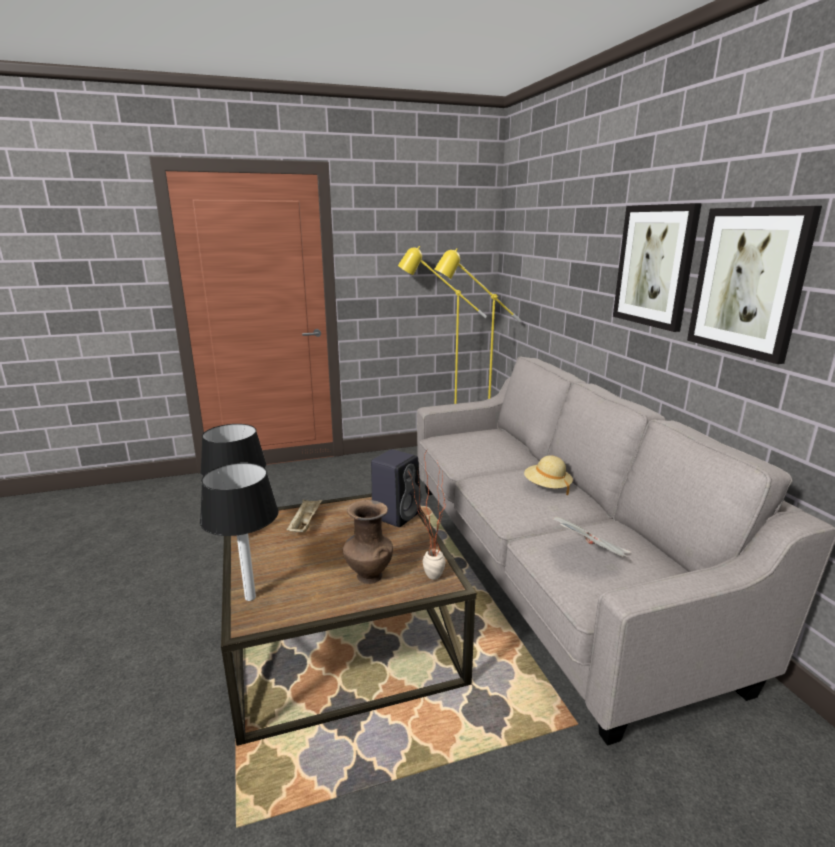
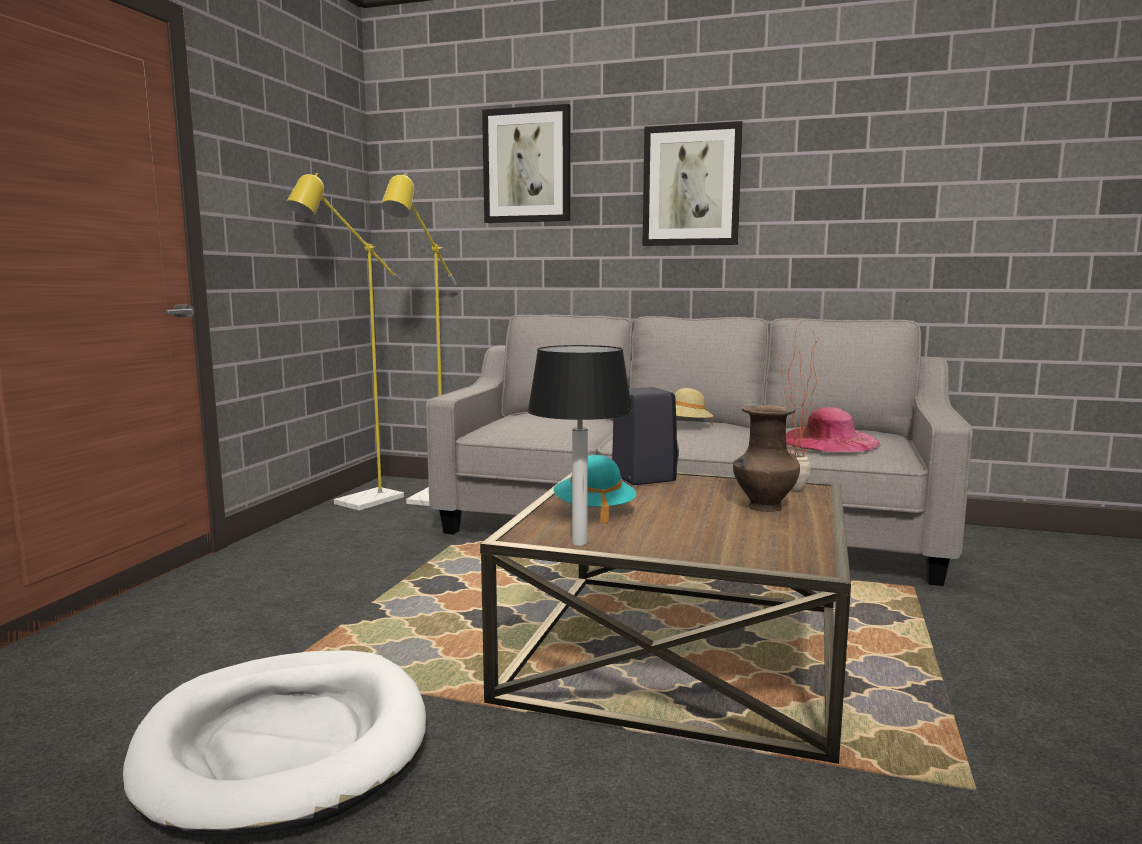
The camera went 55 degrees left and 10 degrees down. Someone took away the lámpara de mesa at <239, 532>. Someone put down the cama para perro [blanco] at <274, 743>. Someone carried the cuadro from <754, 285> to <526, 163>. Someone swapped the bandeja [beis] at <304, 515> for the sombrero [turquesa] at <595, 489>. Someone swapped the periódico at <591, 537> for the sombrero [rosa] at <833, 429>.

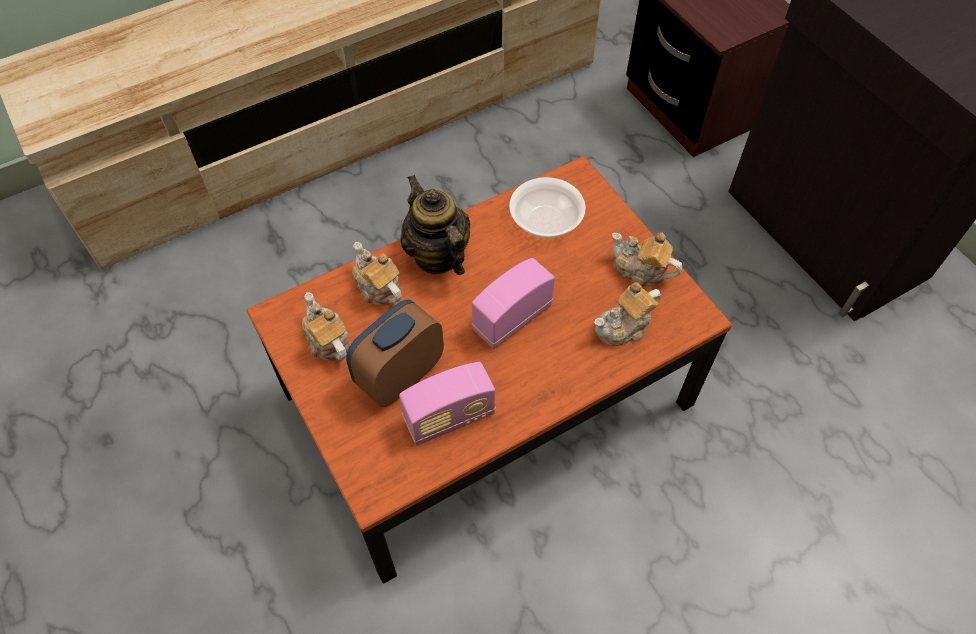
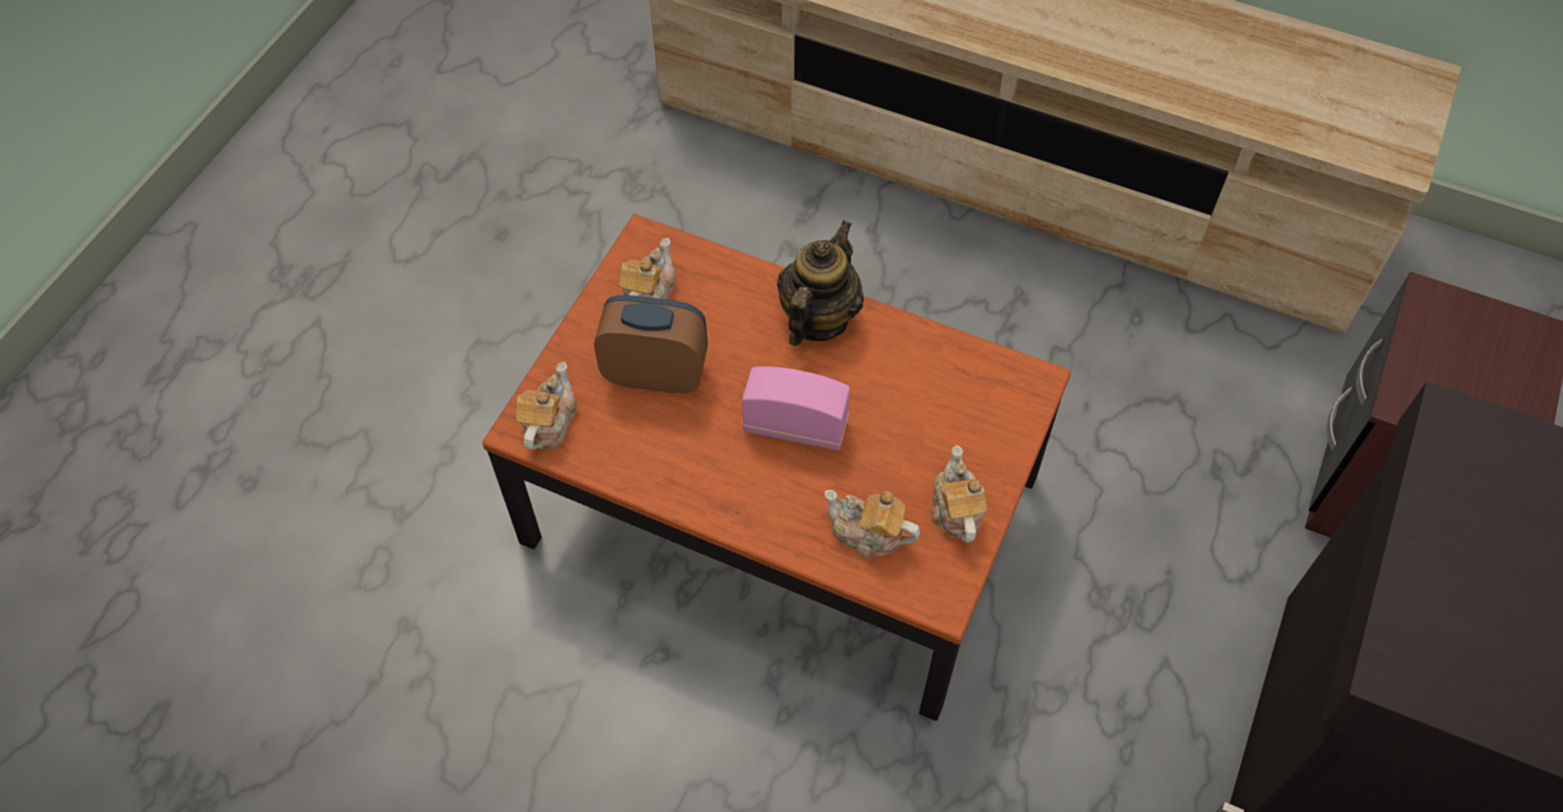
The camera went 55 degrees right and 0 degrees up. Someone took away the radio at <447, 404>. Someone took away the cuenco at <547, 207>. Someone carried the tetera from <377, 274> to <546, 406>.

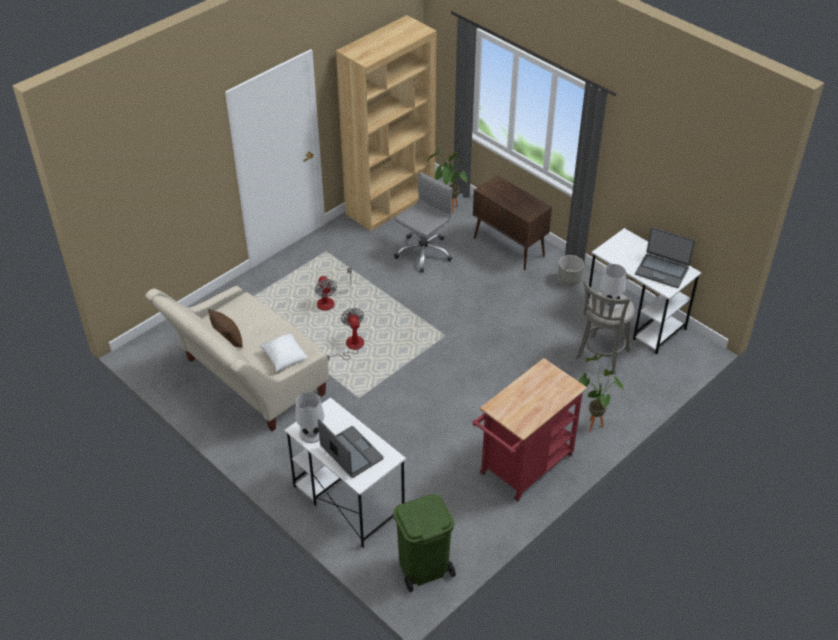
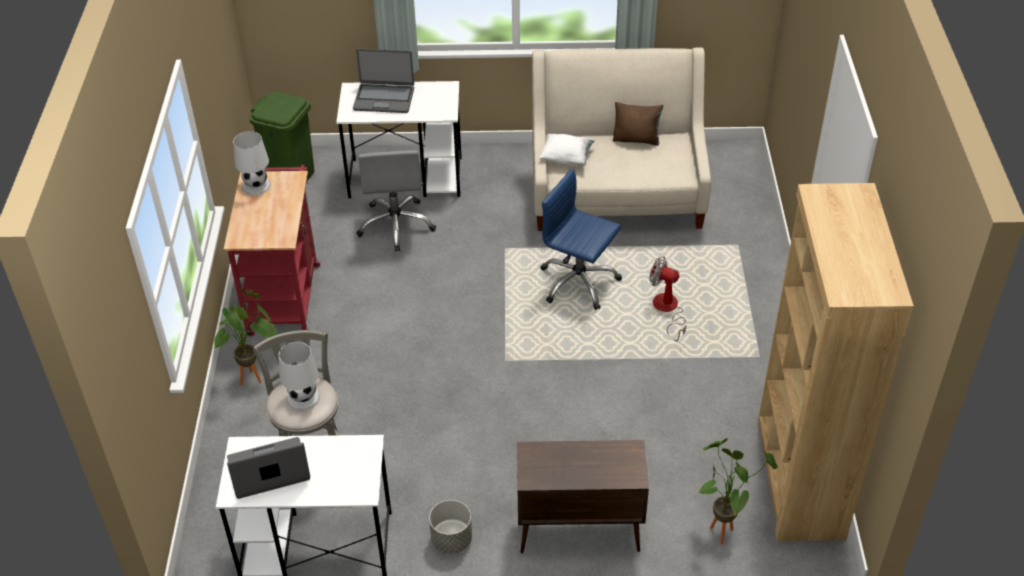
The camera went 135 degrees right and 0 degrees up. Someone carried the lámpara de mesa [blanco] from <309, 417> to <252, 163>. Someone carried the silla de oficina [gris] from <423, 222> to <396, 201>. Someone swapped the ventilador at <345, 334> for the silla de oficina [azul] at <581, 239>.

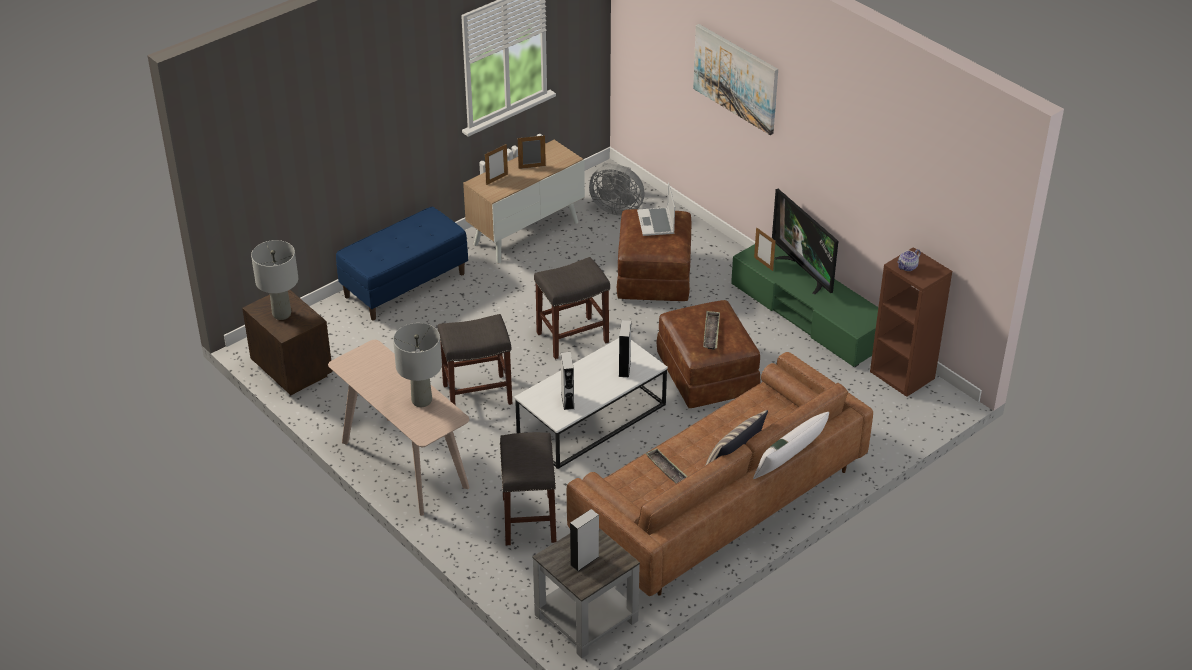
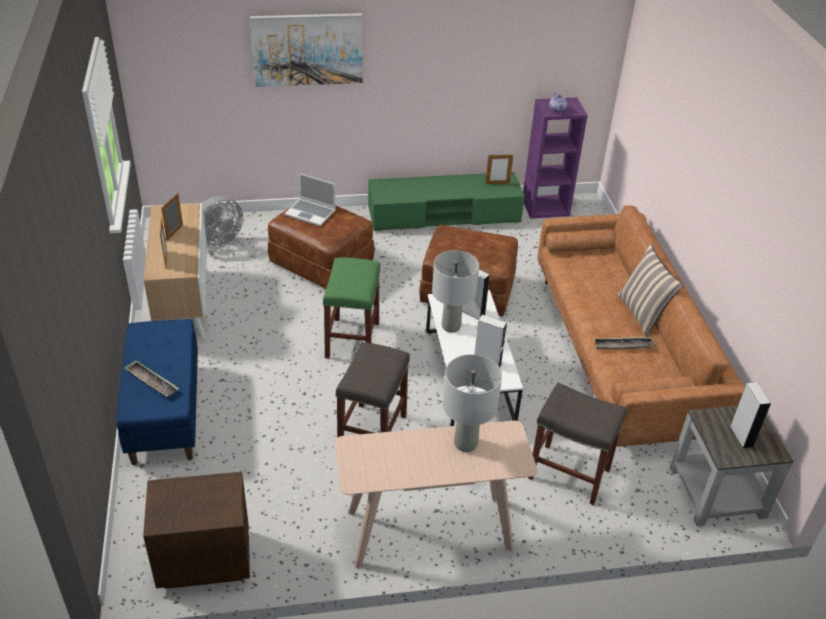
The camera went 60 degrees left and 0 degrees up. Someone took away the cojín [blanco] at <791, 445>. Someone took away the televisor at <805, 242>. Someone carried the lámpara de mesa [gris] from <274, 280> to <455, 291>. Someone carried the bandeja from <711, 330> to <152, 379>. Someone carried the portarretratos from <765, 249> to <499, 169>. Someone repainted the taburete [gris] at <572, 308>, which became the taburete [verde] at <352, 308>. Someone repainted the estantería [marrón] at <911, 322>, which became the estantería [morado] at <555, 158>.

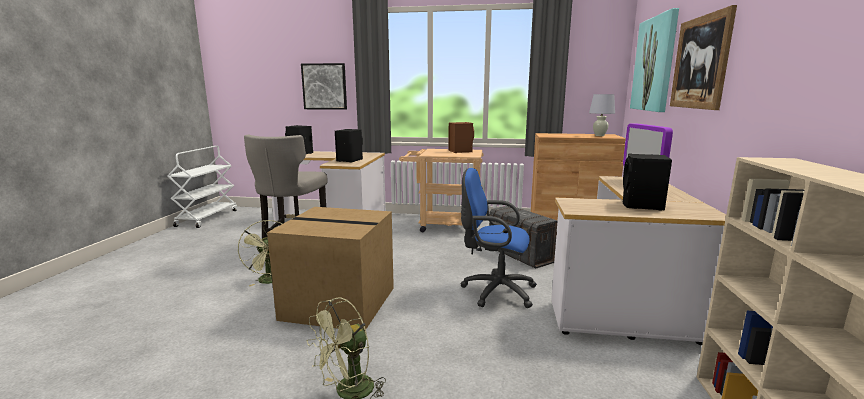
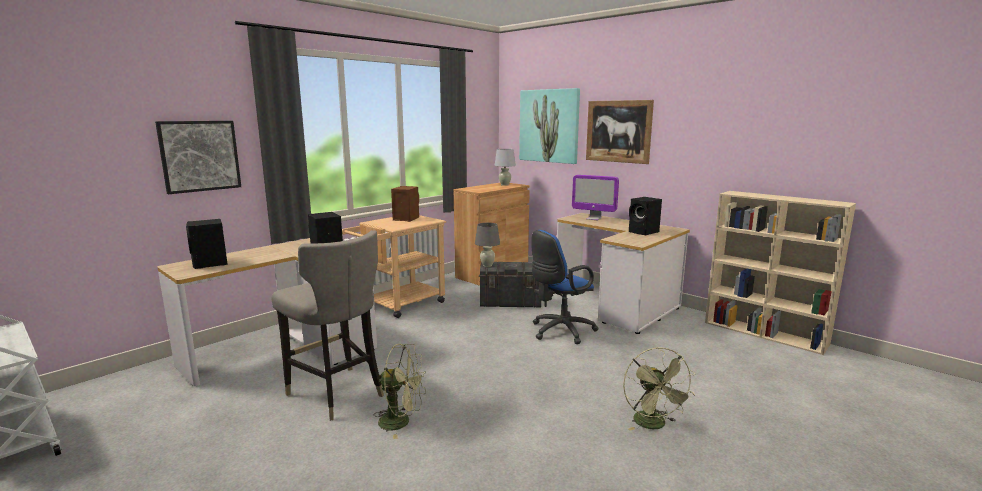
The camera went 55 degrees left and 0 degrees up. Someone took away the caja de cartón at <330, 268>. Someone put down the lámpara de mesa [gris] at <487, 245>.

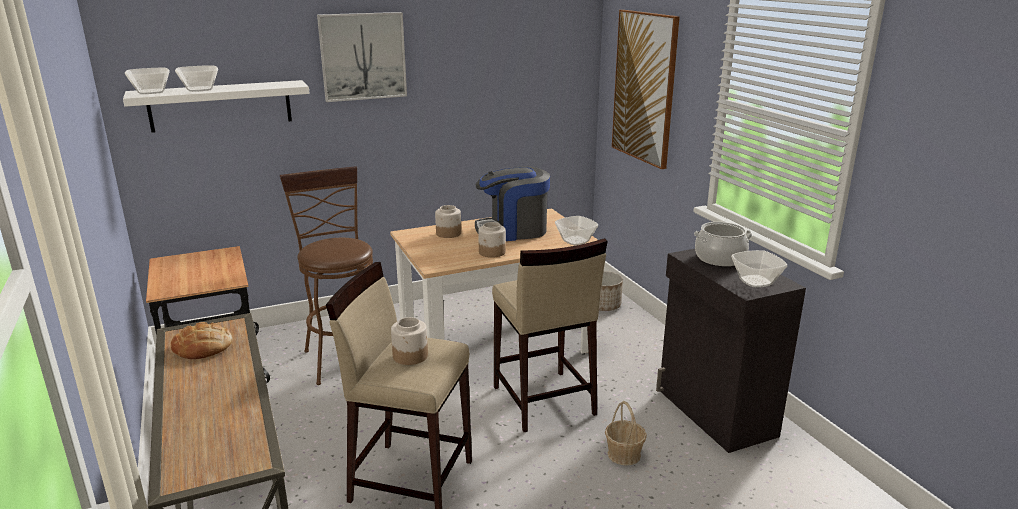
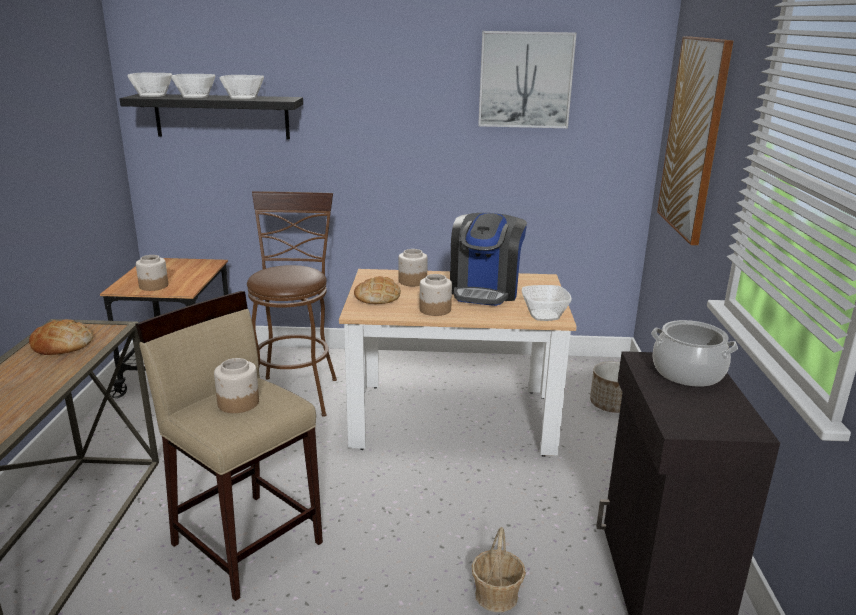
The camera went 25 degrees right and 0 degrees up. Someone took away the taburete [beis] at <550, 335>. Someone put down the tarro at <152, 273>. Someone put down the pan at <377, 290>. Someone carried the cuadro from <362, 57> to <527, 79>. Someone carried the cuenco from <759, 268> to <242, 87>. Someone repainted the estante [blanco] at <216, 106>, which became the estante [negro] at <211, 116>. Someone rotated the cafetera at <512, 203> by 90 degrees counterclockwise.

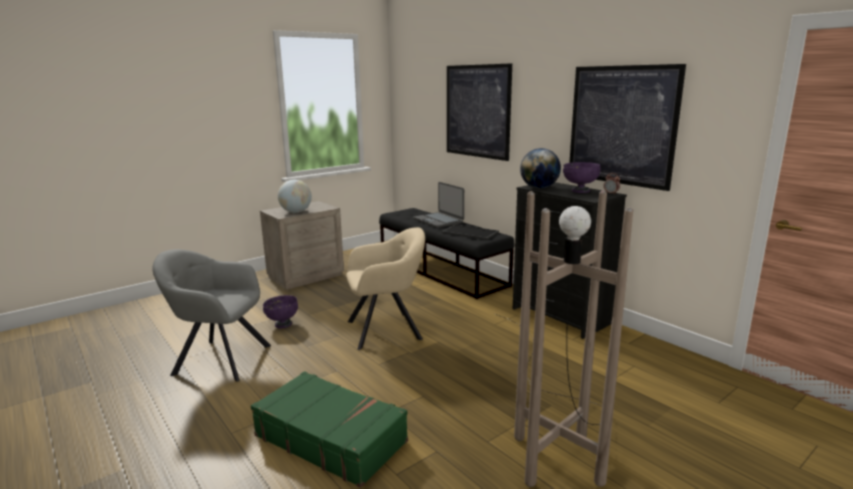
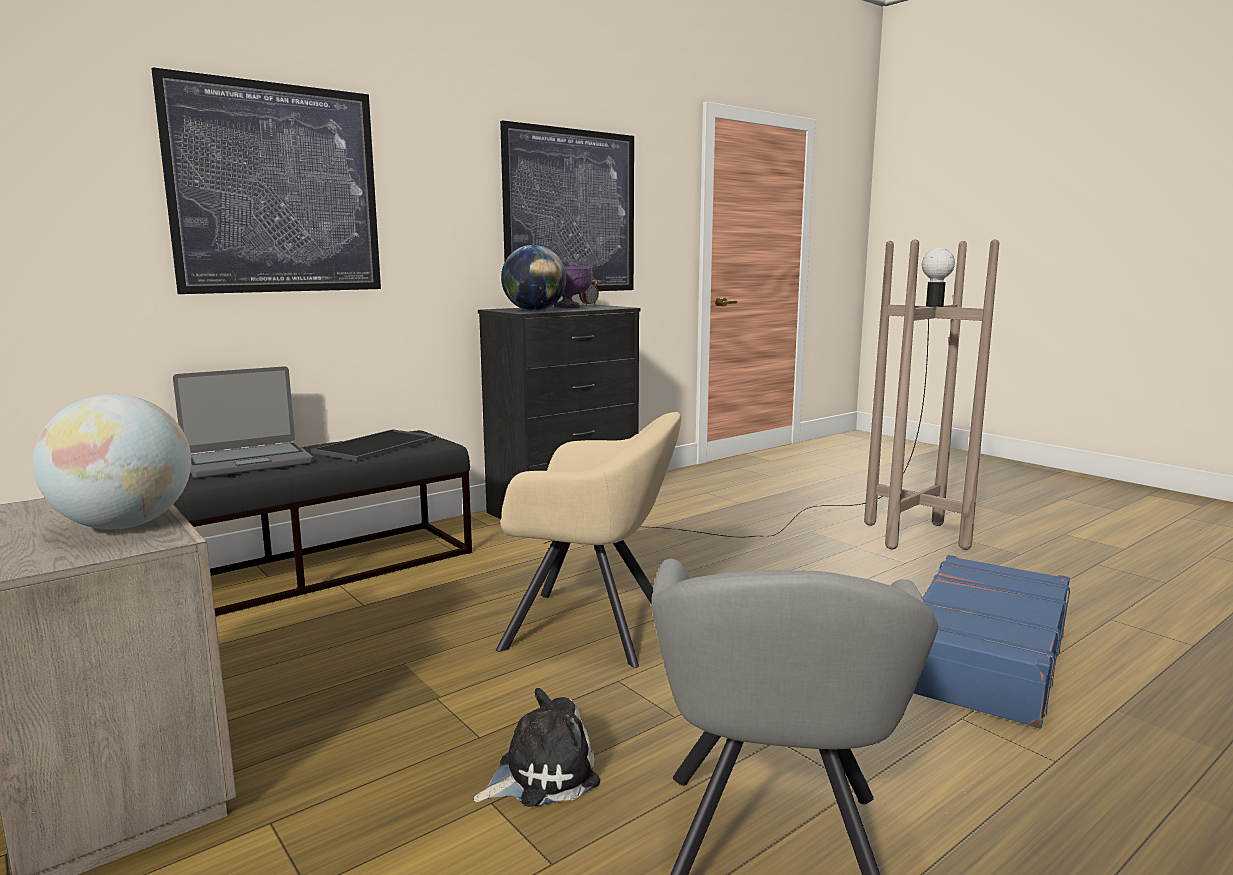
The camera went 90 degrees left and 5 degrees down. Someone swapped the cuenco [morado] at <280, 311> for the peluche at <536, 747>. Someone repainted the maleta [verde] at <329, 429>, which became the maleta [azul] at <992, 641>. Someone rotated the sillón [beis] at <385, 288> by 120 degrees clockwise.

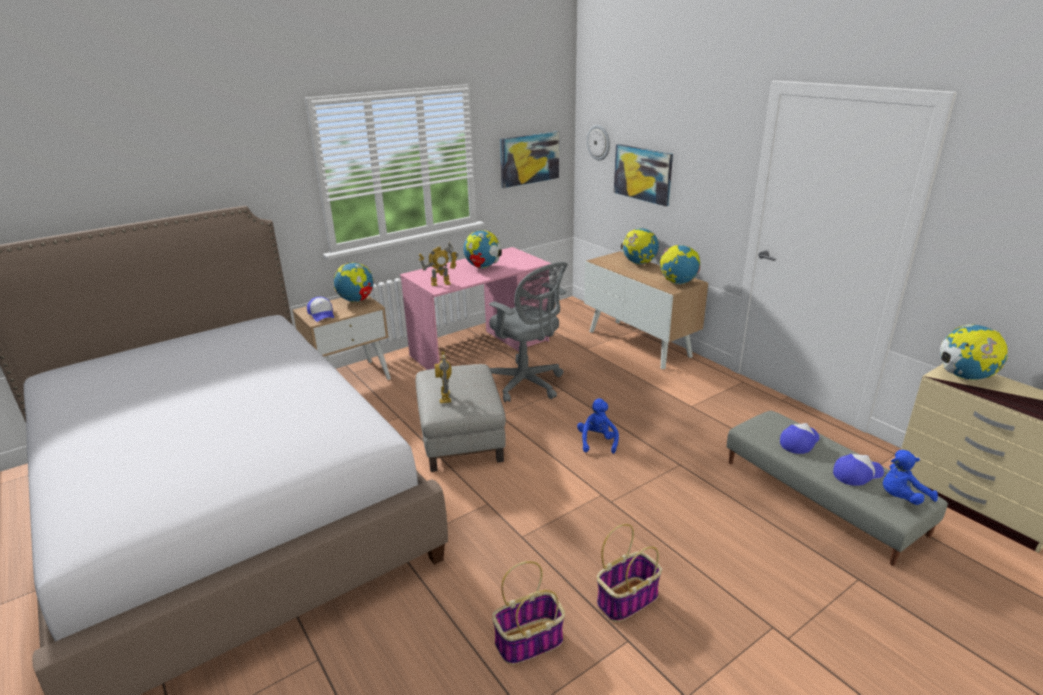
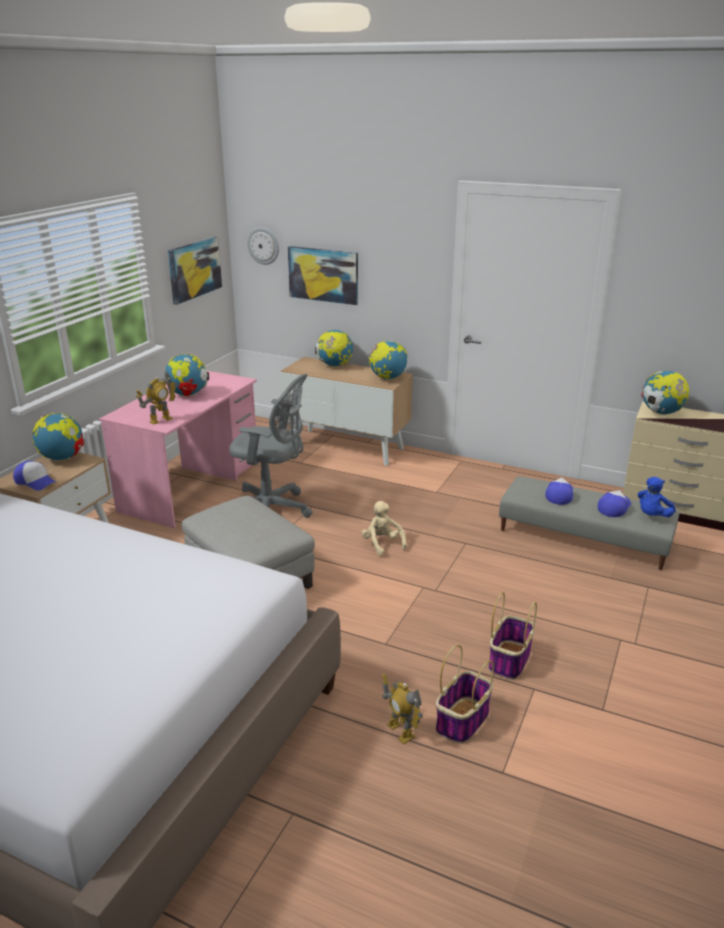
The camera went 30 degrees left and 0 degrees up. Someone carried the robot de juguete from <443, 377> to <402, 709>. Someone repainted the peluche [azul] at <598, 426>, which became the peluche [beis] at <384, 528>.

